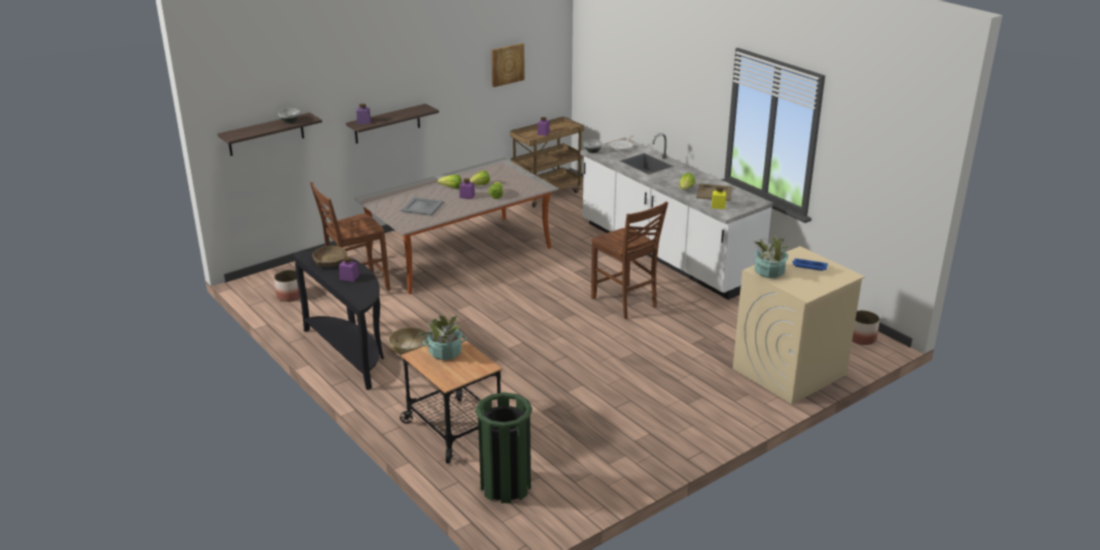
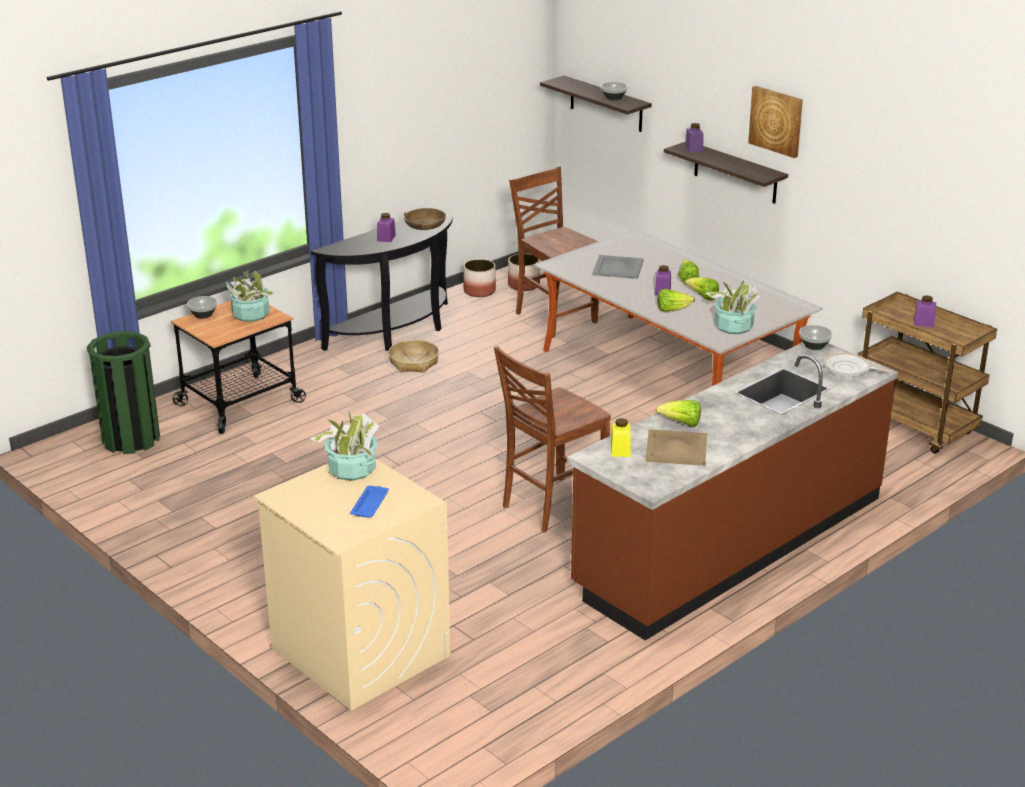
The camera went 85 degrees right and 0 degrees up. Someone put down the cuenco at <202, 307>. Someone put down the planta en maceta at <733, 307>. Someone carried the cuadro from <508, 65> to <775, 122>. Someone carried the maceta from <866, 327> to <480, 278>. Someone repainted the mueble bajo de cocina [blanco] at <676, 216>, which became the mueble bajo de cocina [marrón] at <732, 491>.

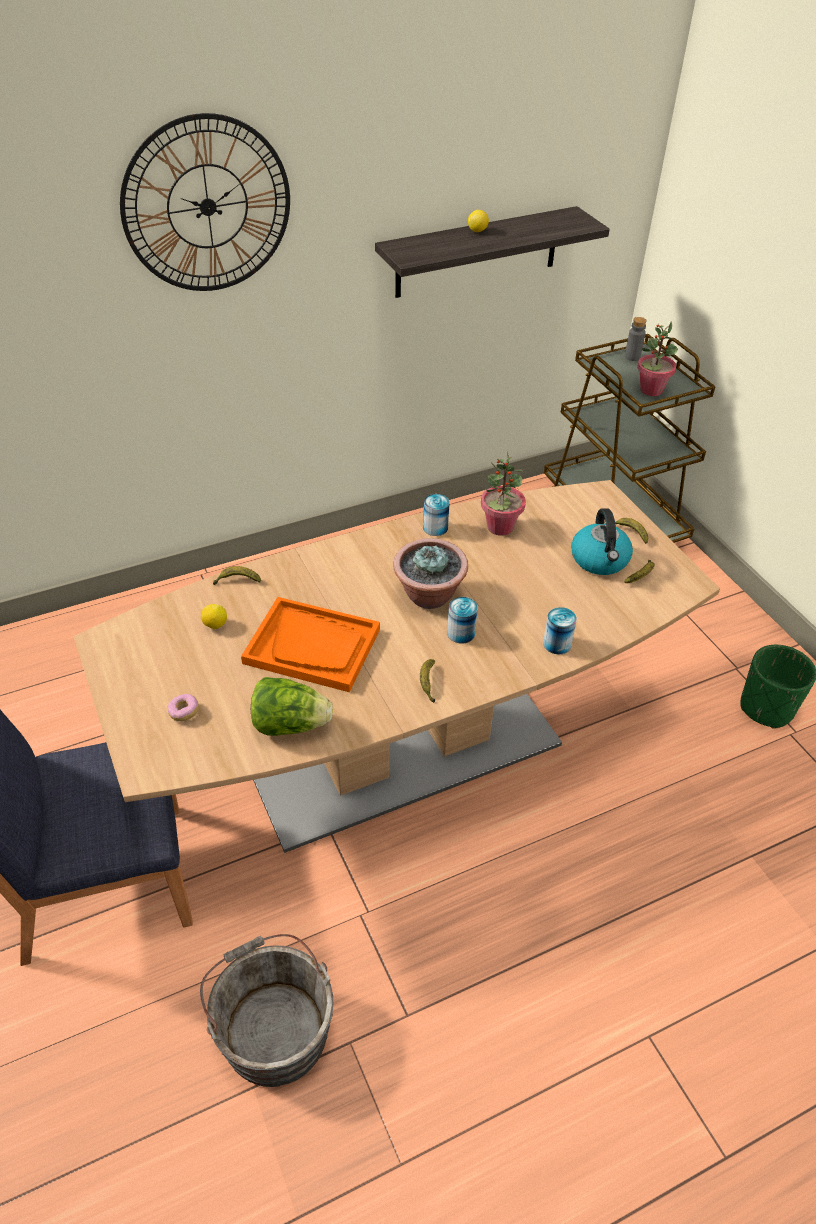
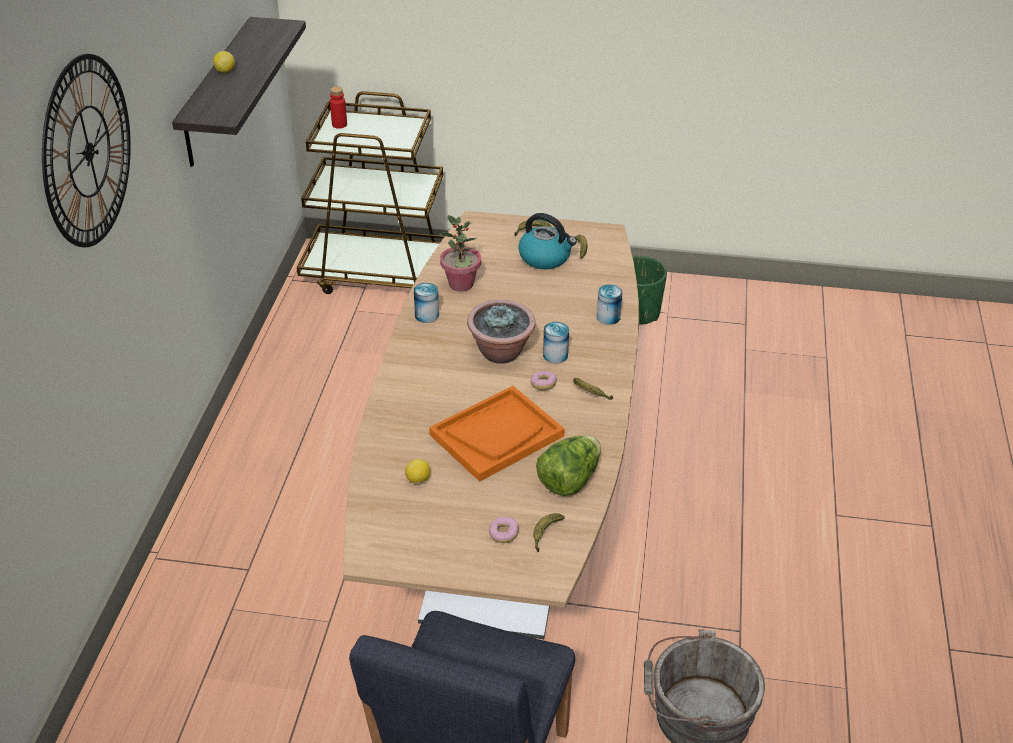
The camera went 55 degrees left and 5 degrees down. Someone took away the planta en maceta at <657, 358>. Someone put down the rosquilla at <544, 380>. Someone carried the plátano from <237, 575> to <549, 532>. Someone repainted the botella [gris] at <636, 339>, which became the botella [rojo] at <338, 108>.

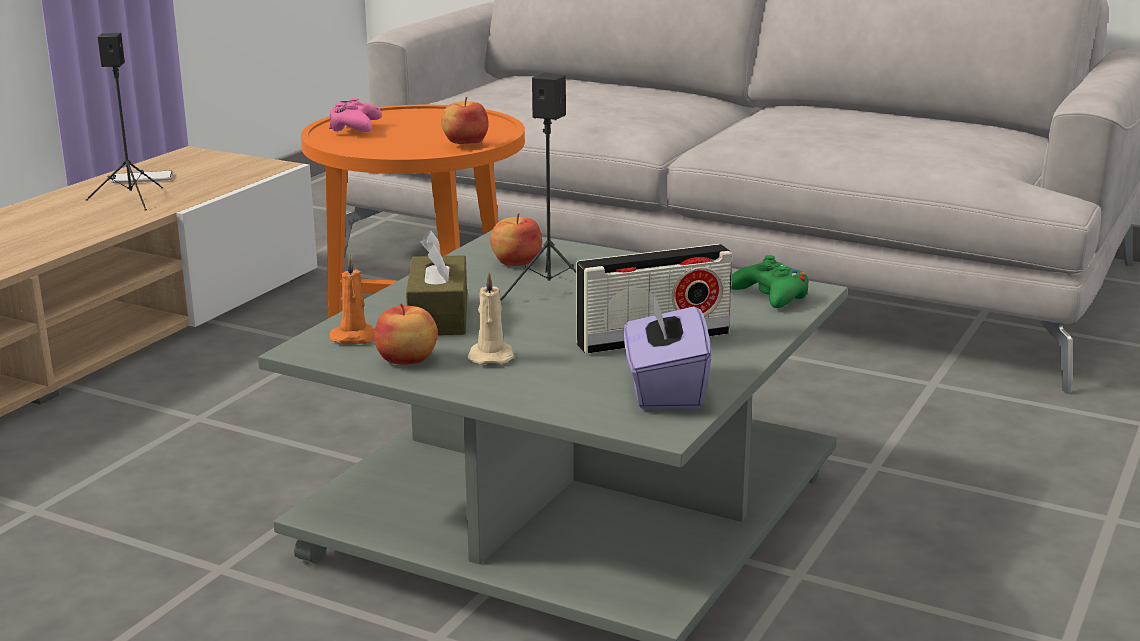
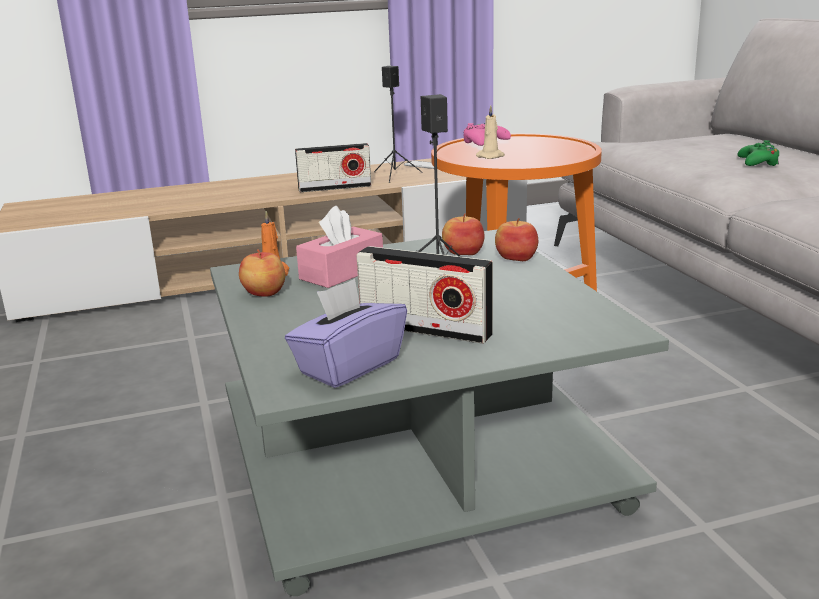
The camera went 45 degrees right and 0 degrees up. Someone put down the radio at <333, 167>. Someone carried the manzana from <465, 120> to <516, 239>. Someone carried the vela [beis] from <491, 318> to <490, 132>. Someone carried the mando de consola [verde] from <770, 281> to <758, 153>. Someone repainted the caja de pañuelos [marrón] at <436, 282>, which became the caja de pañuelos [rosa] at <339, 247>.

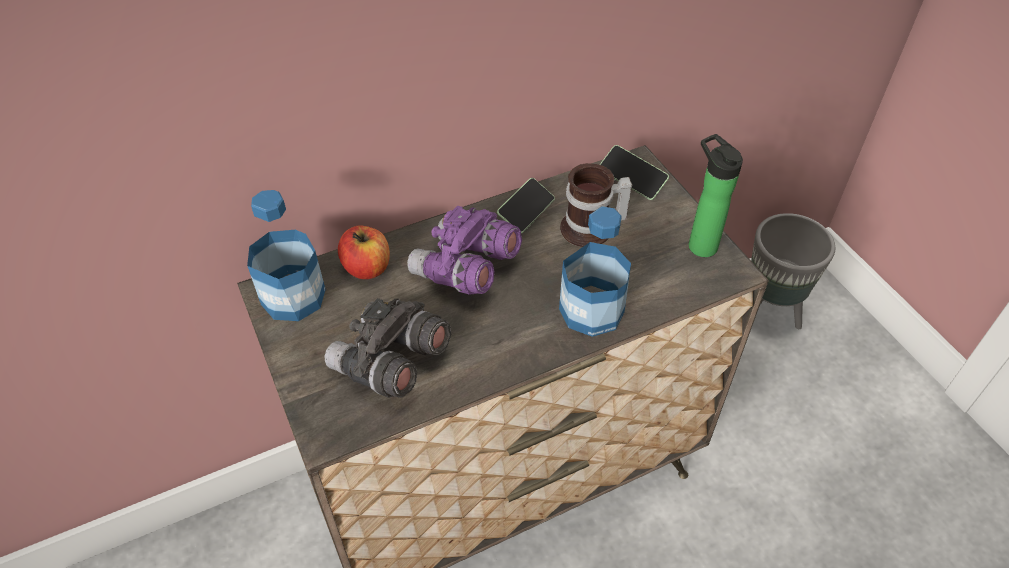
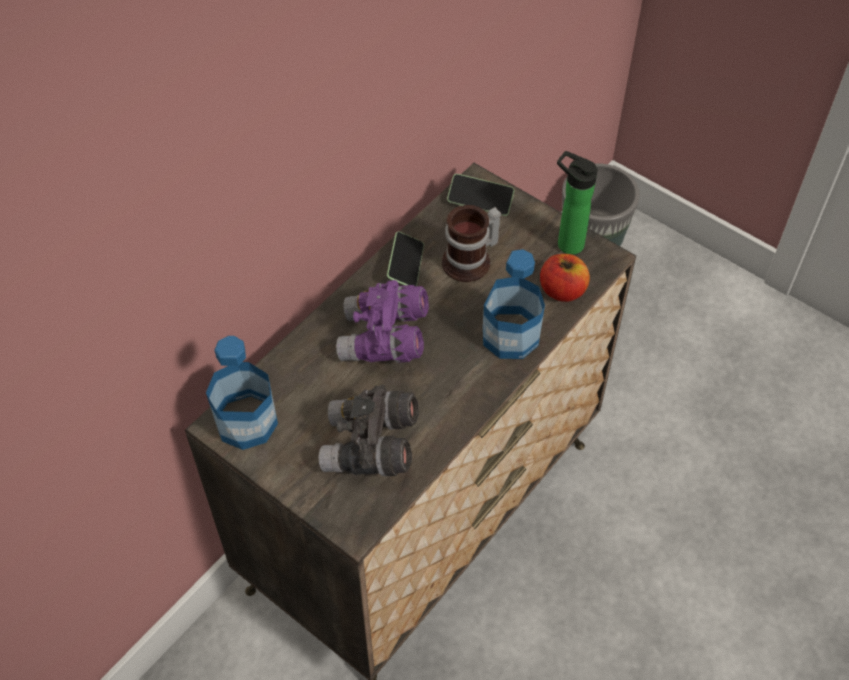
The camera went 25 degrees left and 5 degrees up. Someone carried the manzana from <364, 252> to <565, 278>.

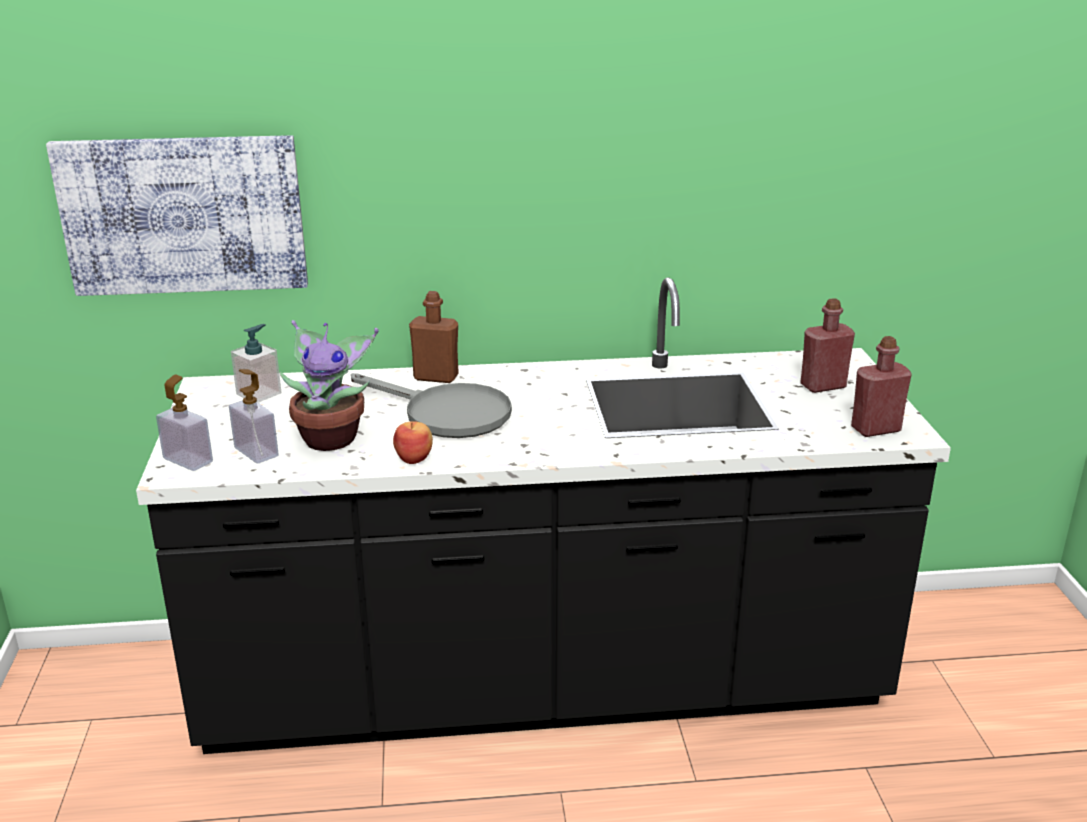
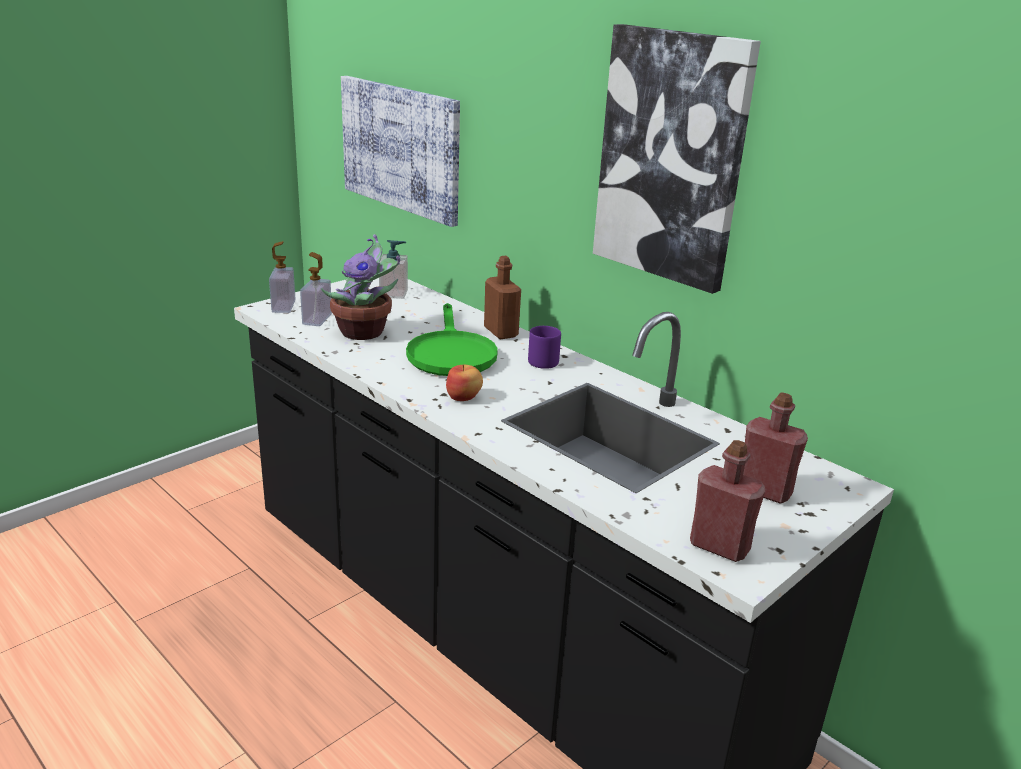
The camera went 50 degrees right and 0 degrees up. Someone put down the taza grande [morado] at <544, 347>. Someone put up the cuadro at <677, 159>. Someone carried the manzana from <413, 442> to <464, 383>. Someone repainted the sartén [gris] at <431, 405>, which became the sartén [verde] at <452, 339>.

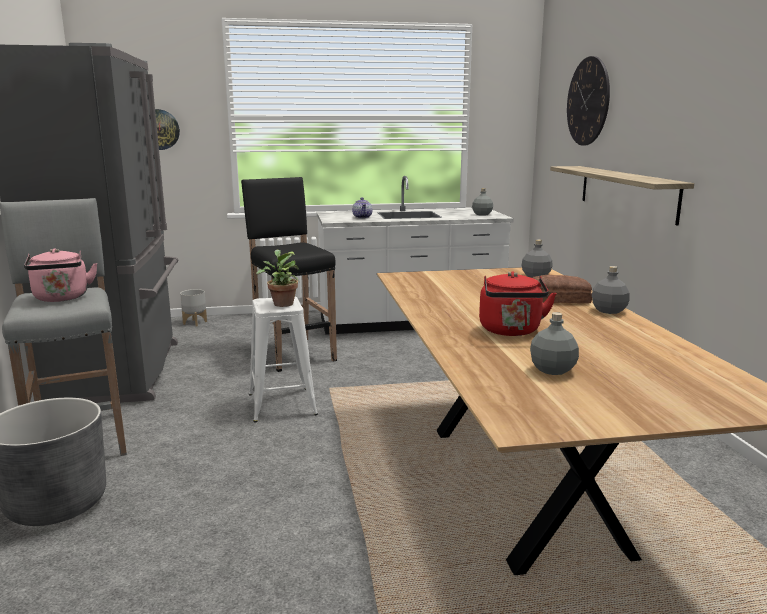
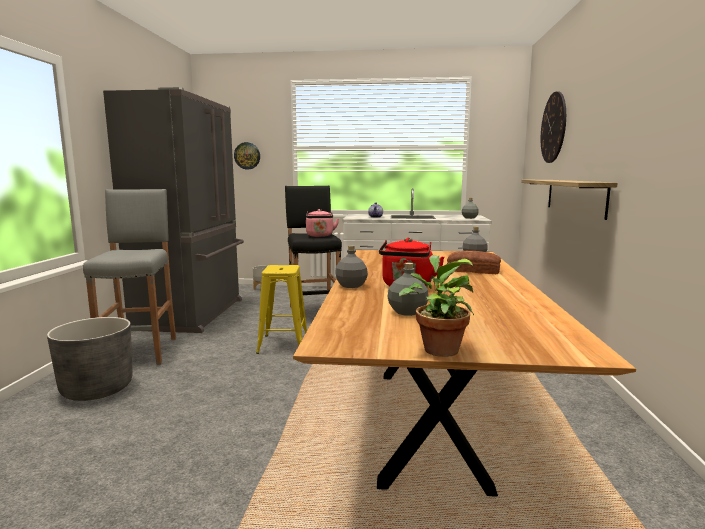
The camera went 15 degrees right and 5 degrees down. Someone carried the hervidor [rosa] from <60, 275> to <322, 223>. Someone carried the planta en maceta from <277, 278> to <436, 306>. Someone carried the botella [gris] from <611, 290> to <351, 266>. Someone repainted the taburete [blanco] at <283, 360>, which became the taburete [amarillo] at <281, 309>.

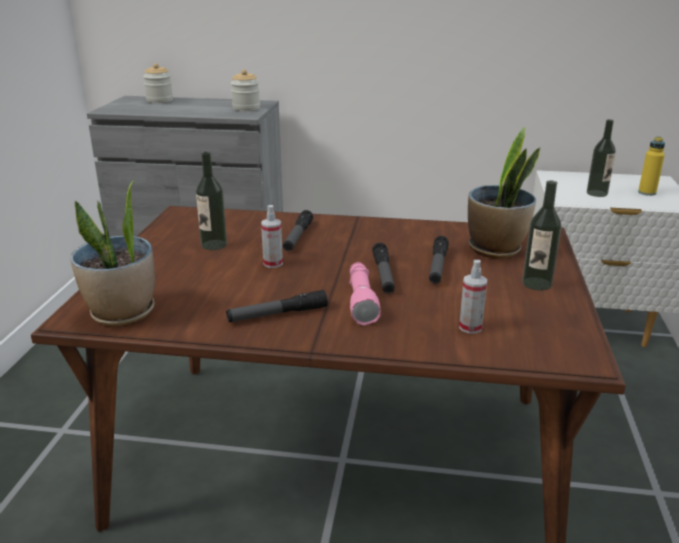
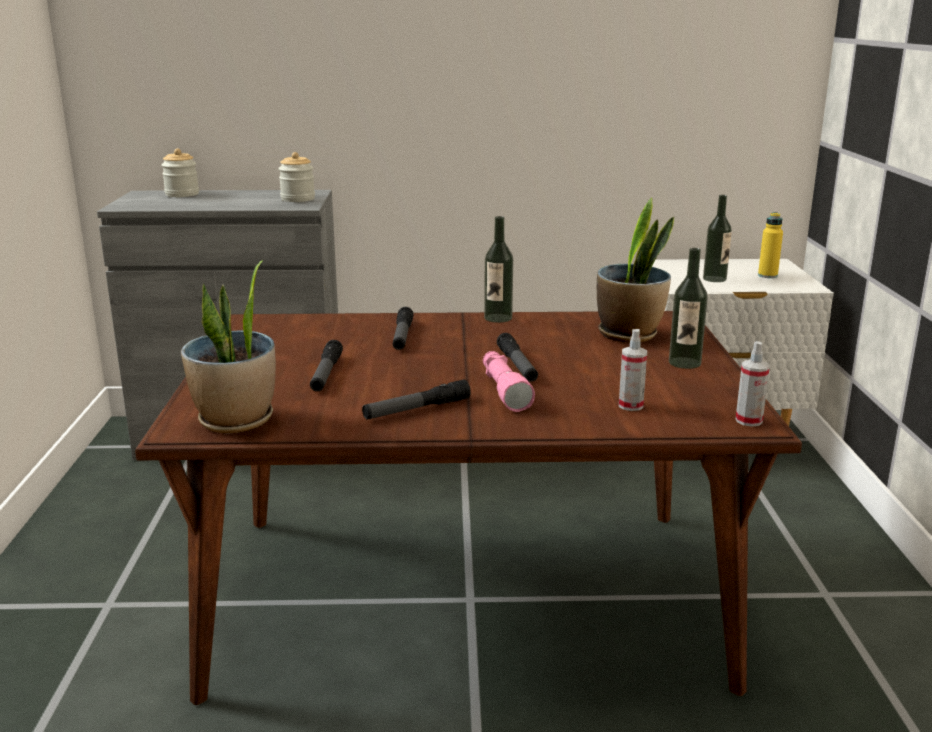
The camera went 10 degrees left and 5 degrees down. Someone carried the botella from <211, 201> to <498, 269>. Someone carried the pulverizador from <272, 236> to <753, 384>. Someone carried the linterna from <439, 260> to <326, 365>.

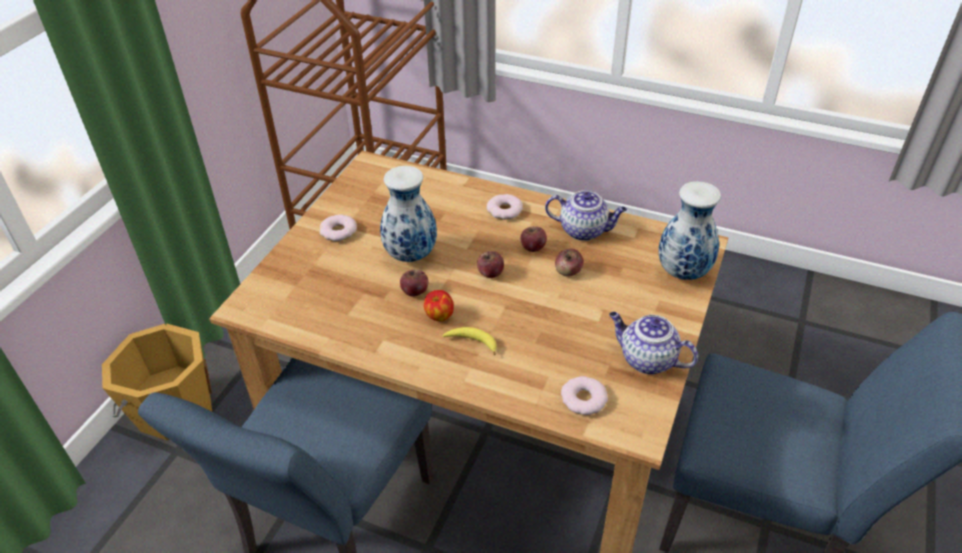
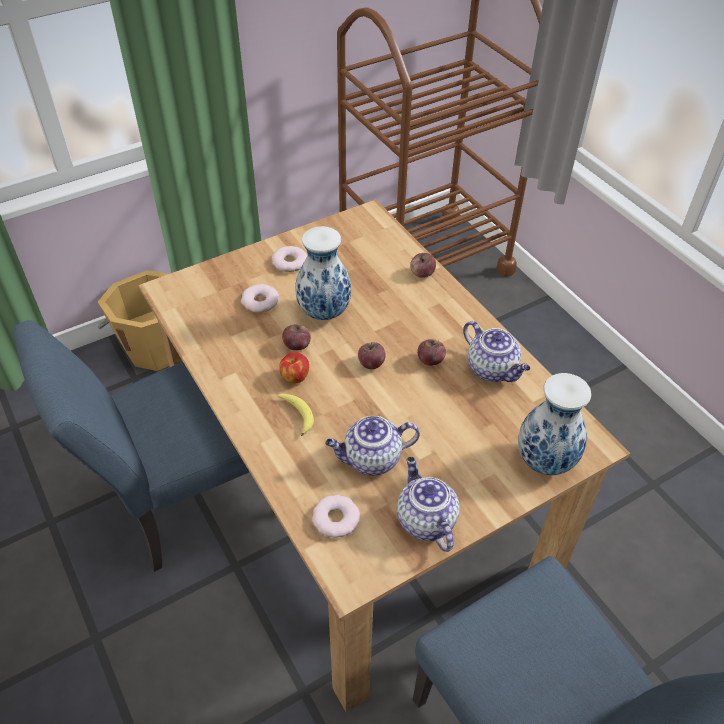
The camera went 35 degrees right and 5 degrees up. Someone put down the tetera at <372, 445>. Someone carried the rosquilla from <505, 207> to <260, 298>. Someone carried the manzana from <569, 263> to <423, 265>.

